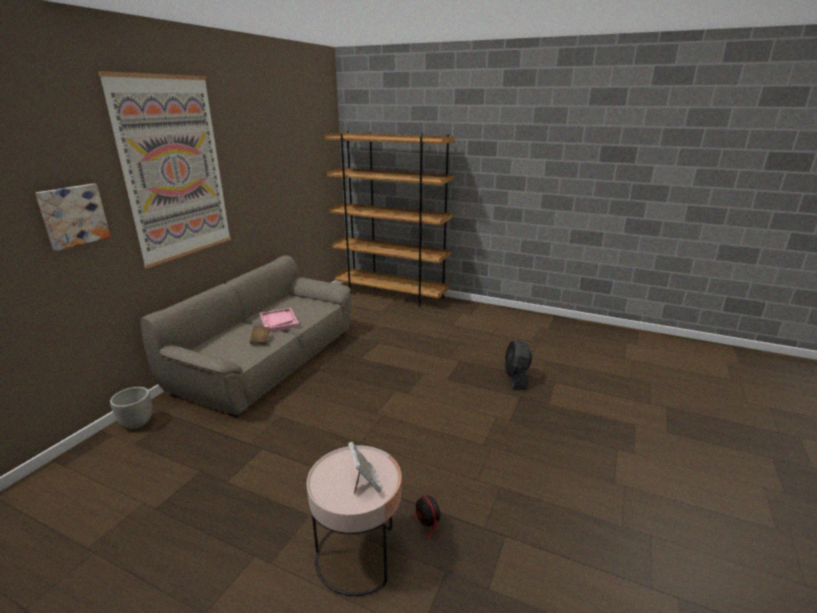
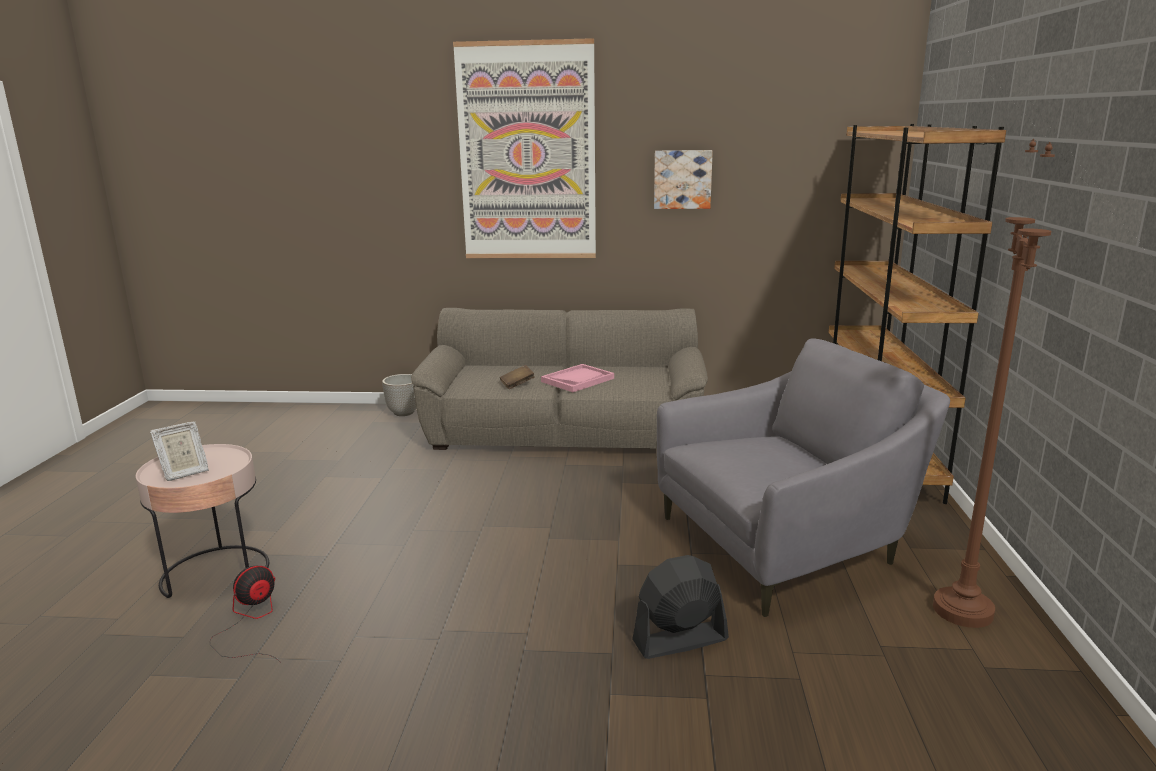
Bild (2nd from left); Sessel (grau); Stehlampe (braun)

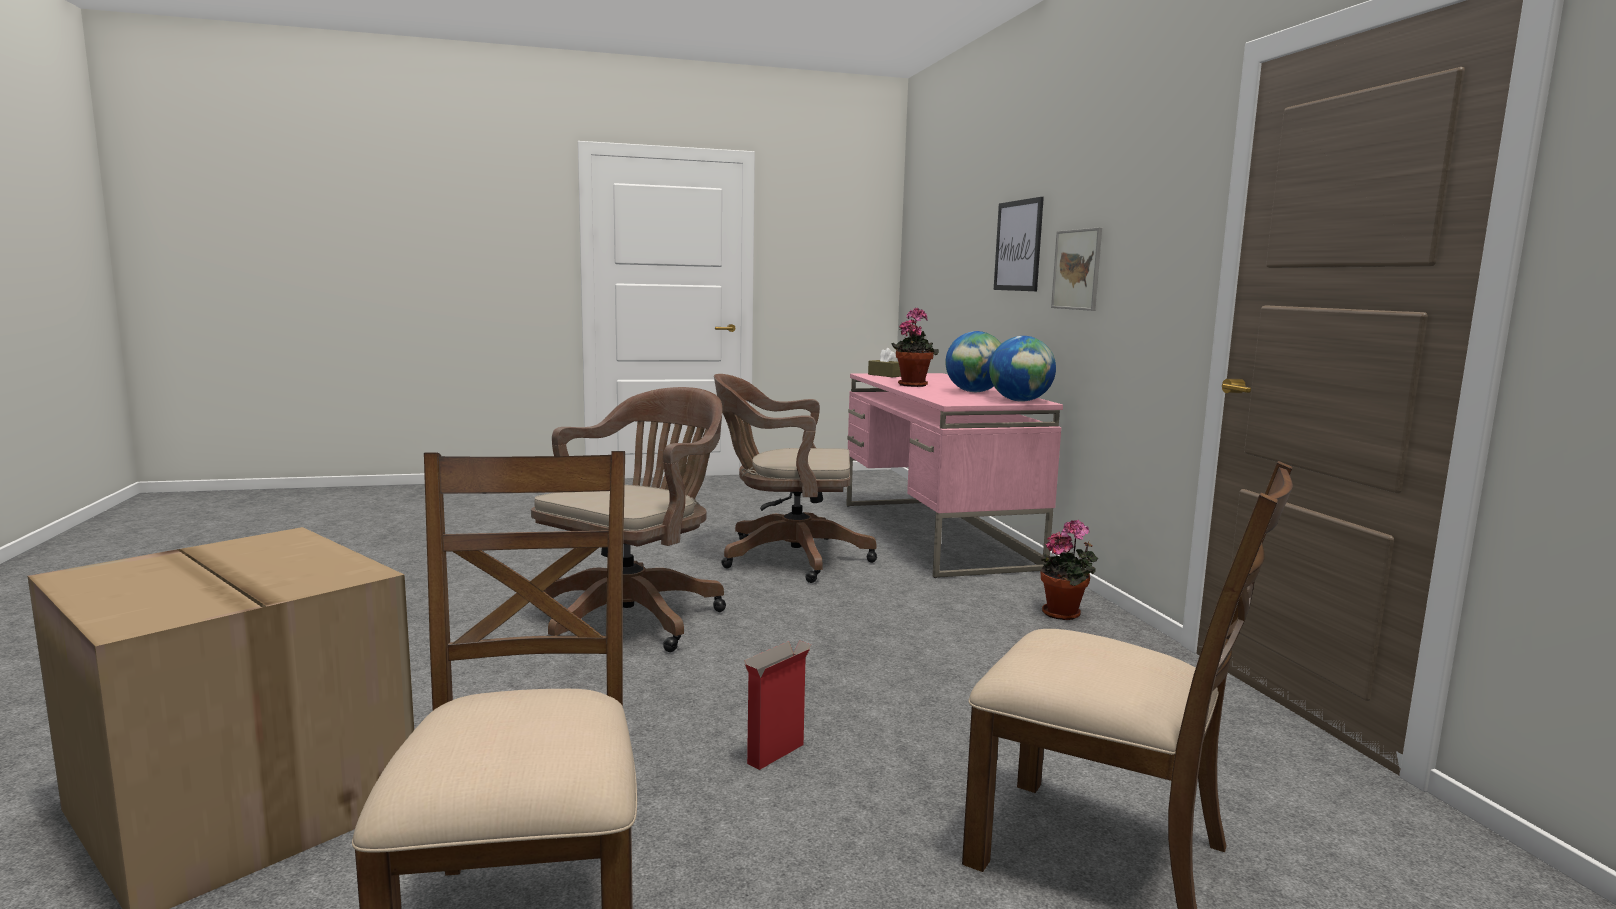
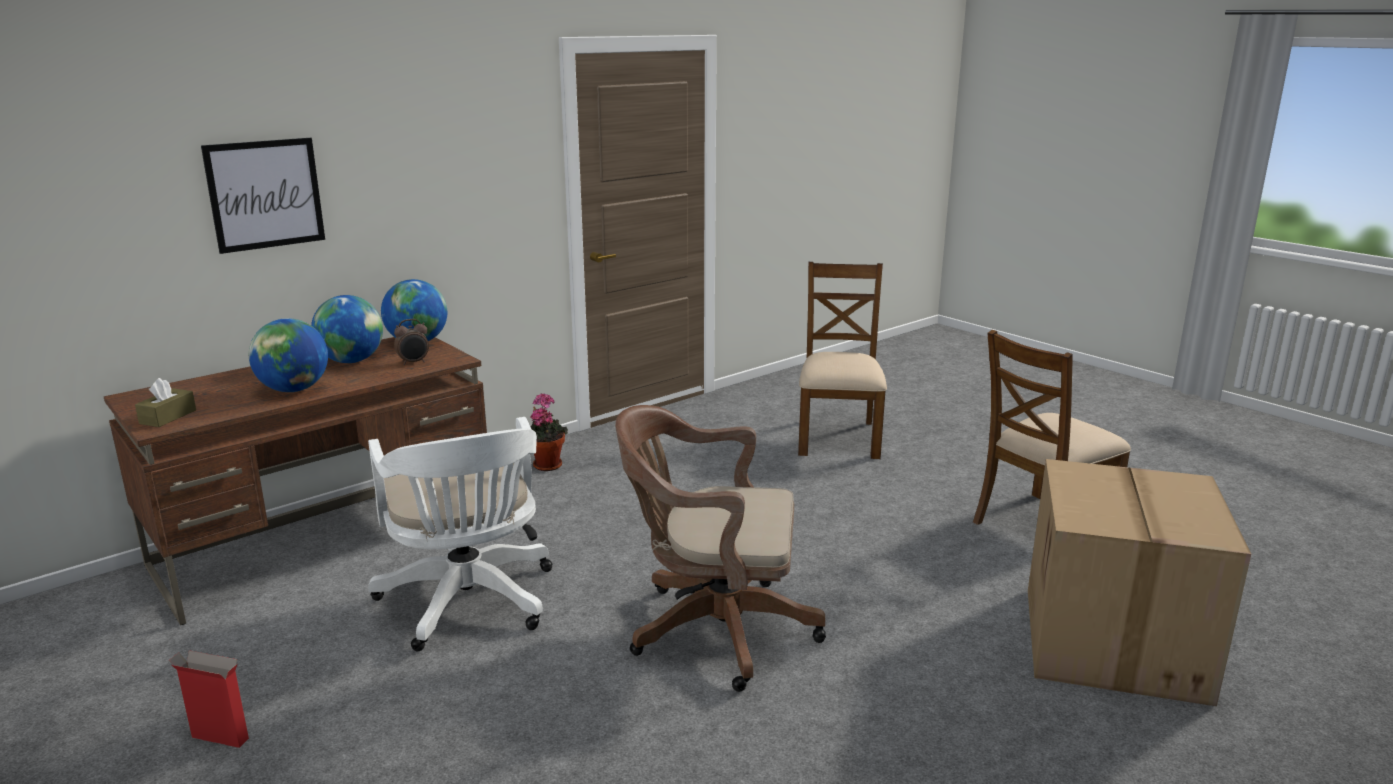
Bürostuhl (weiß); Karton (1st from left); Schreibtisch (braun); Globus (1st from left); Bild (2nd from left in the first image); Wecker

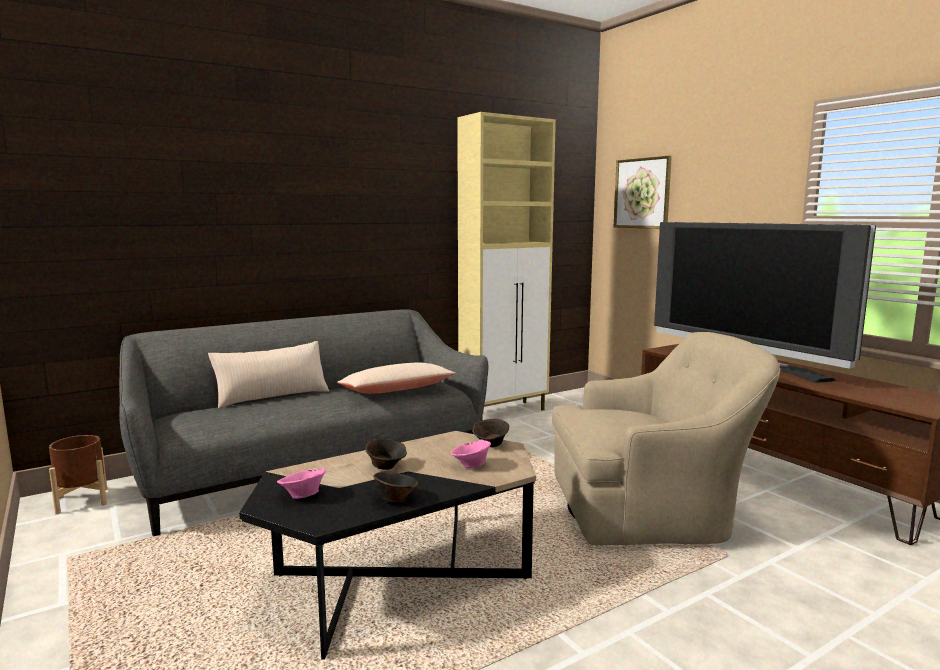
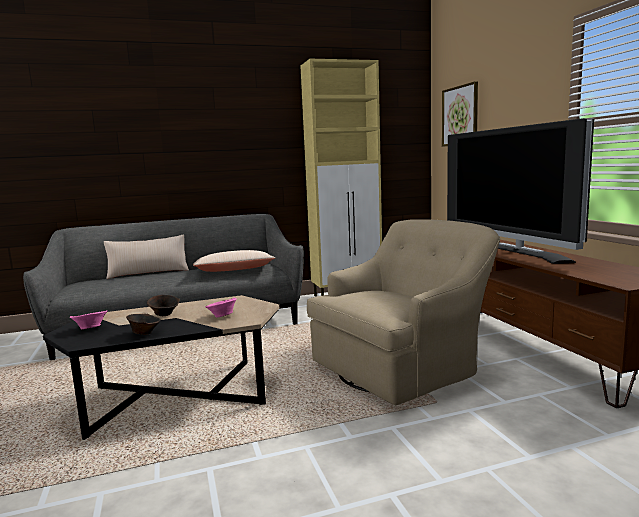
Pflanzkübel (braun); Schüssel (braun) (3rd from left in the first image); Sessel (beige)

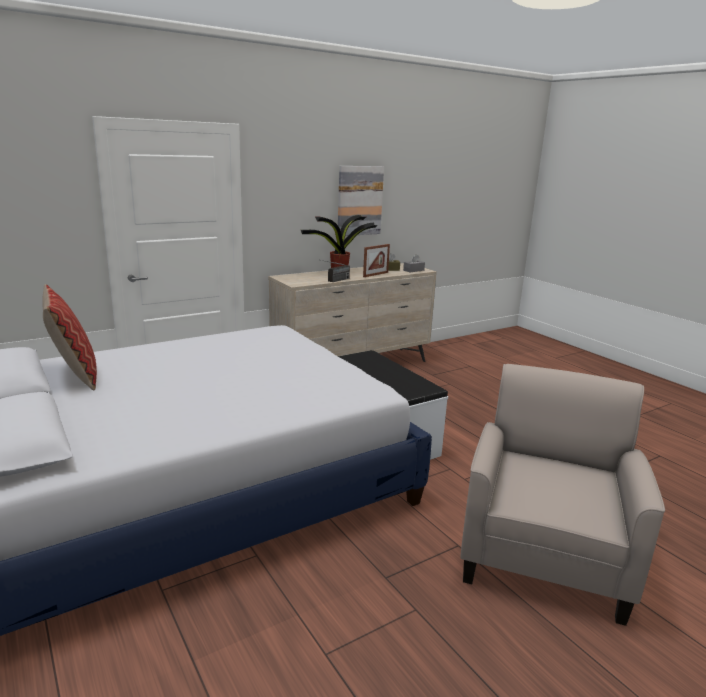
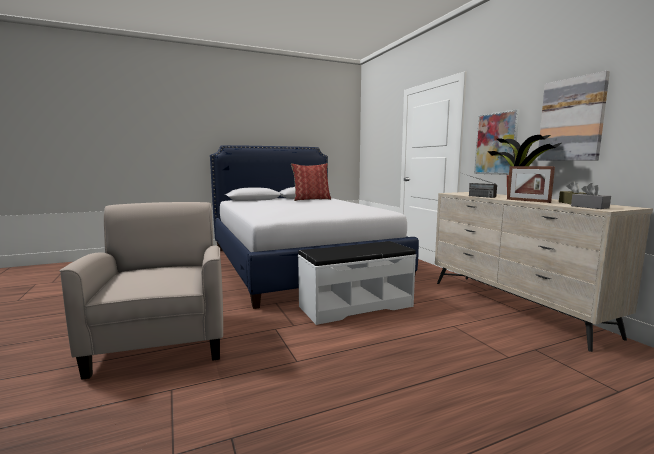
Sessel (beige); Bild (1st from left)

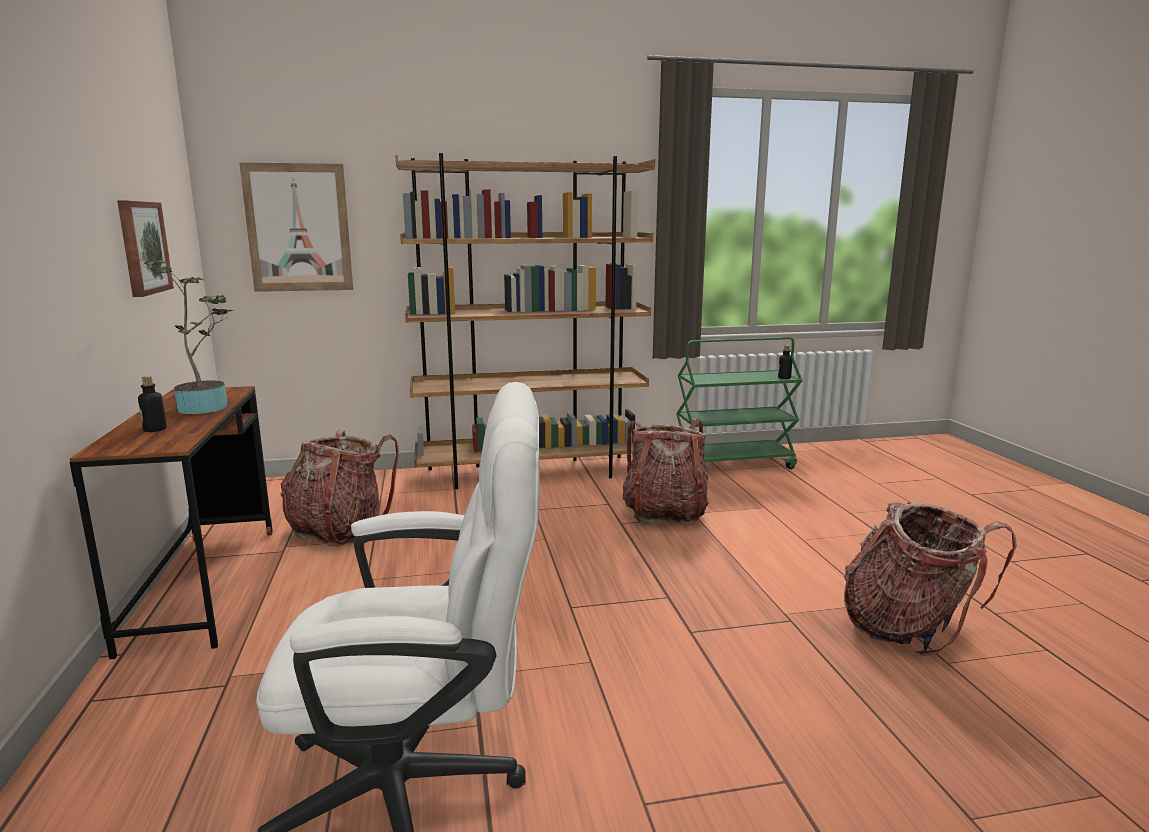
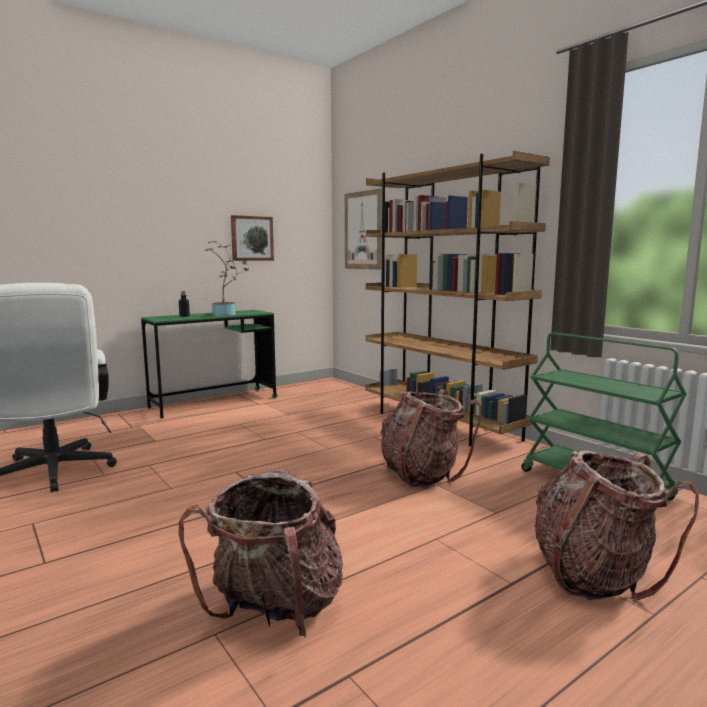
Schreibtisch (grün); Rucksack (3rd from left); Flasche (2nd from left in the first image)

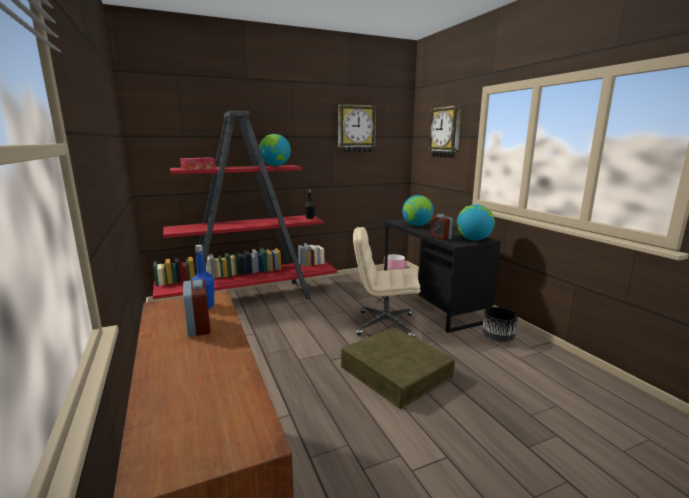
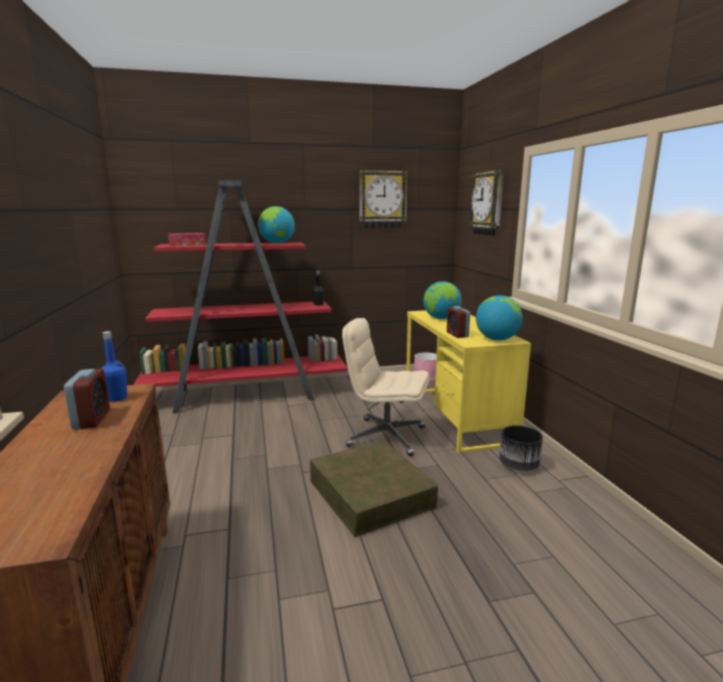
Schreibtisch (gelb)

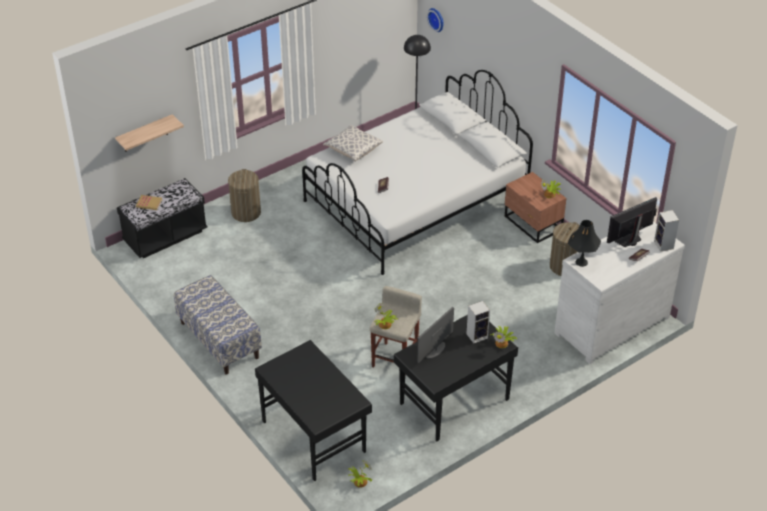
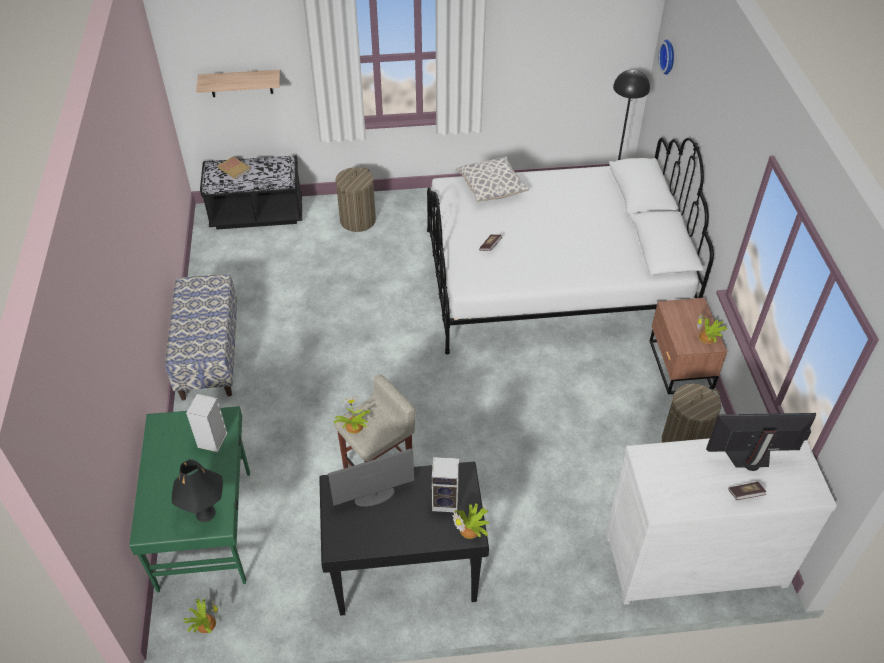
Schreibtisch (grün); Tischlampe (schwarz); Lautsprecher (1st from left)

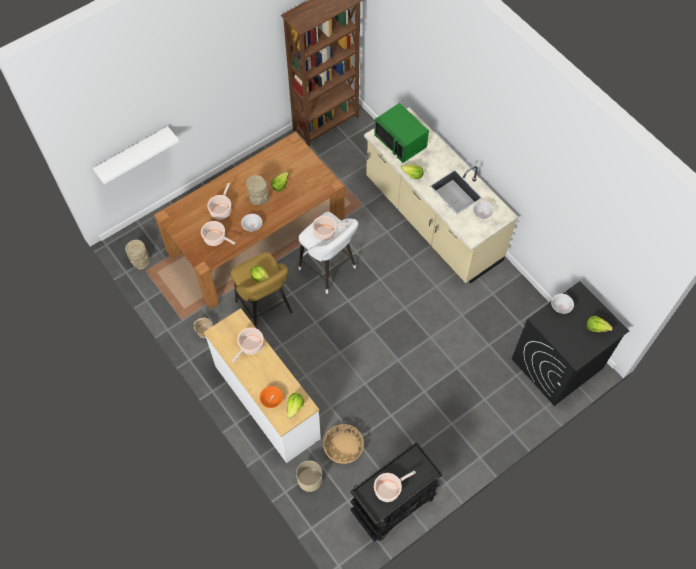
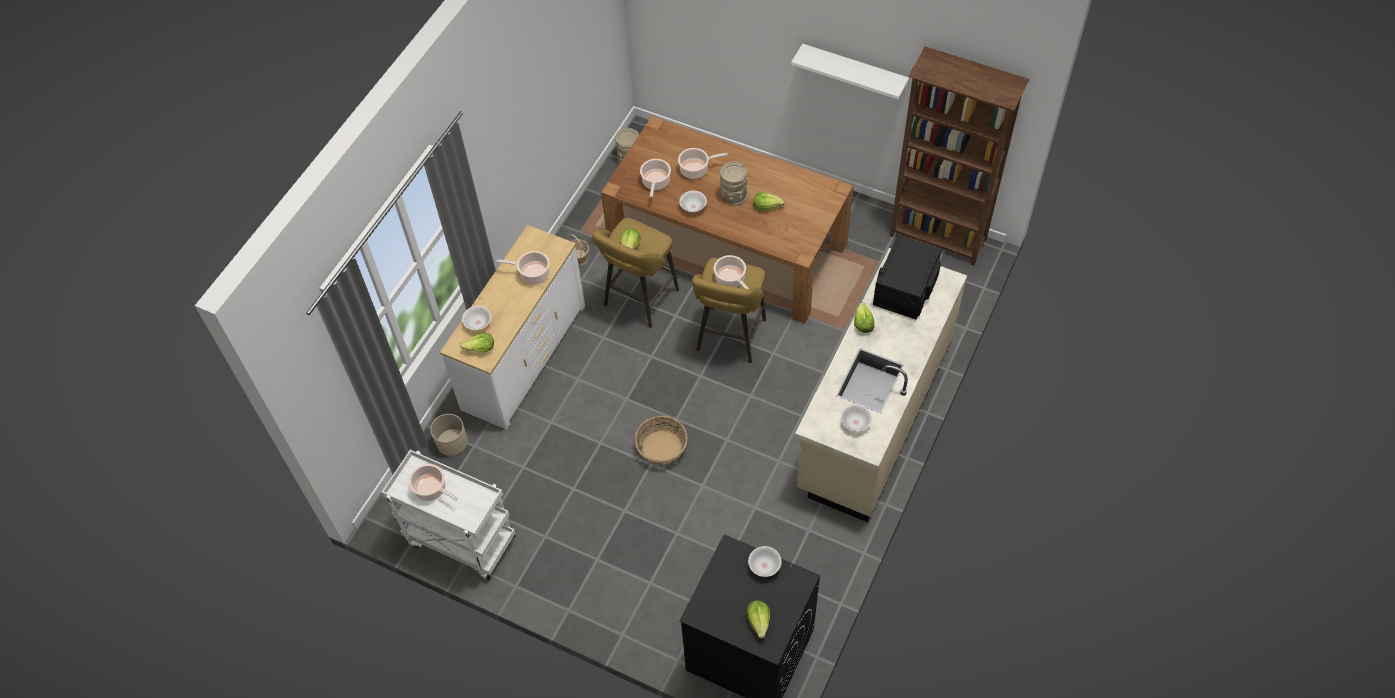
Wandregal (weiß); Schüssel (weiß) (1st from left); Hocker (gelb) (2nd from left); Korb (2nd from left); Rollwagen (weiß); Mikrowelle (schwarz)

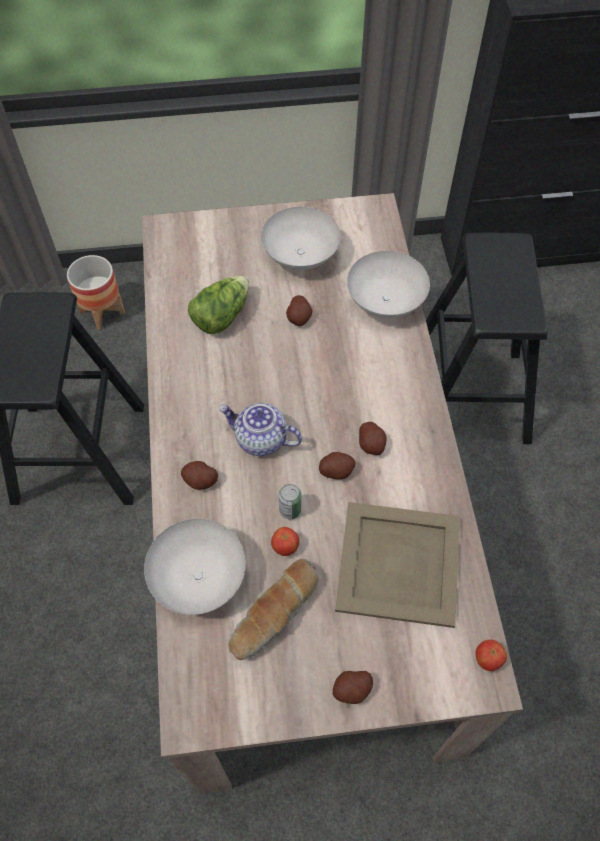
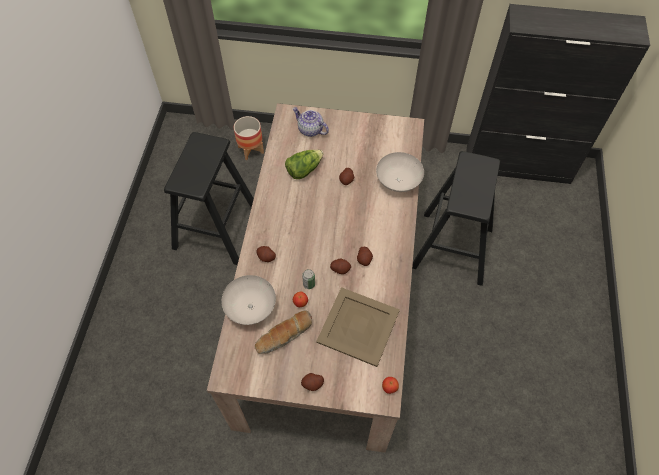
Teekanne; Schüssel (weiß) (2nd from left in the first image)

